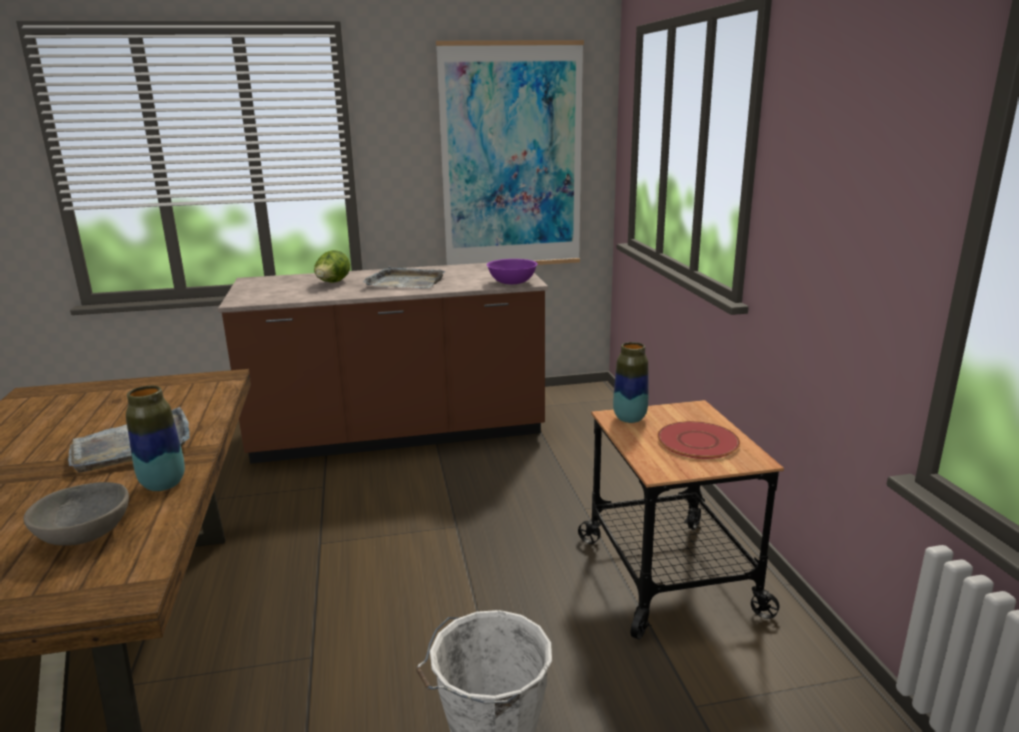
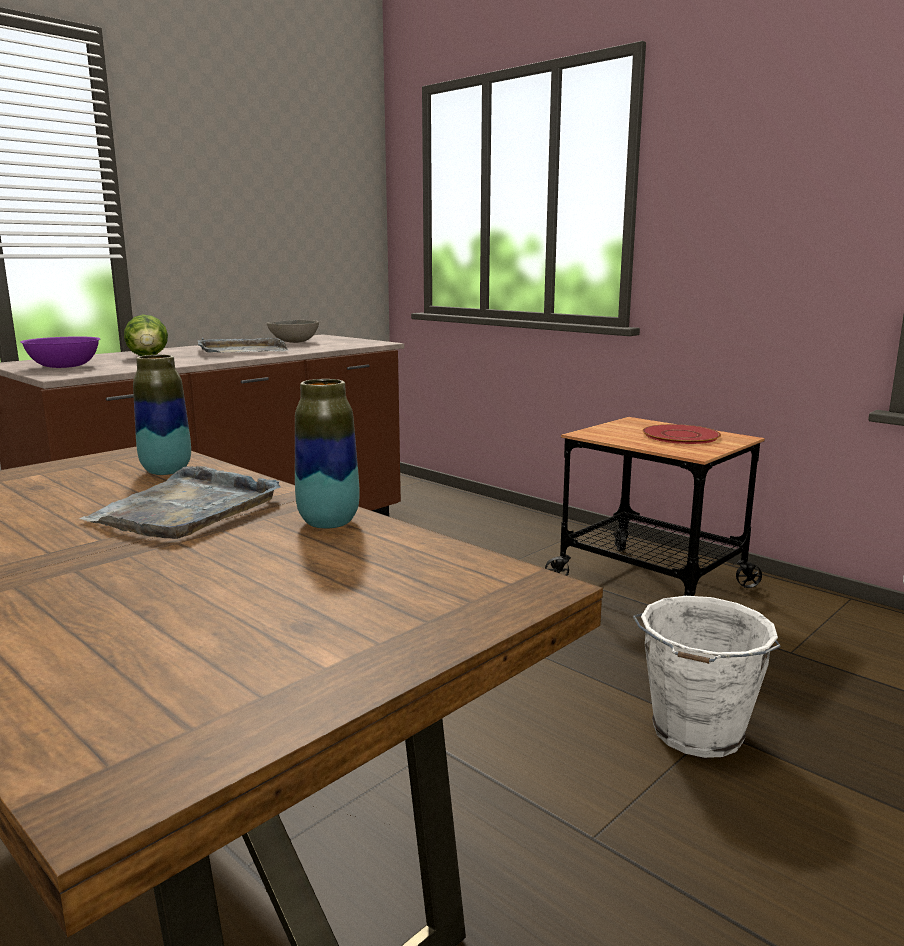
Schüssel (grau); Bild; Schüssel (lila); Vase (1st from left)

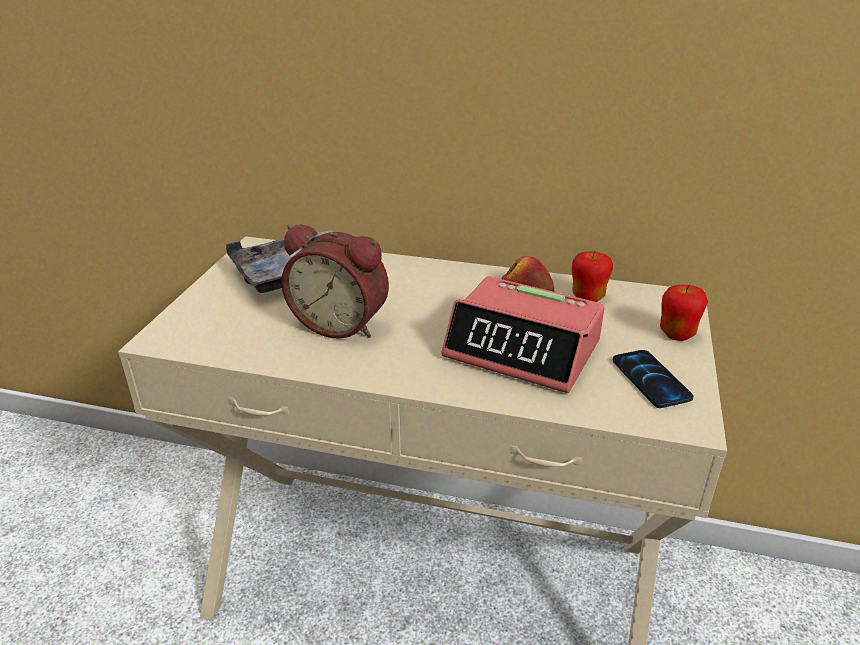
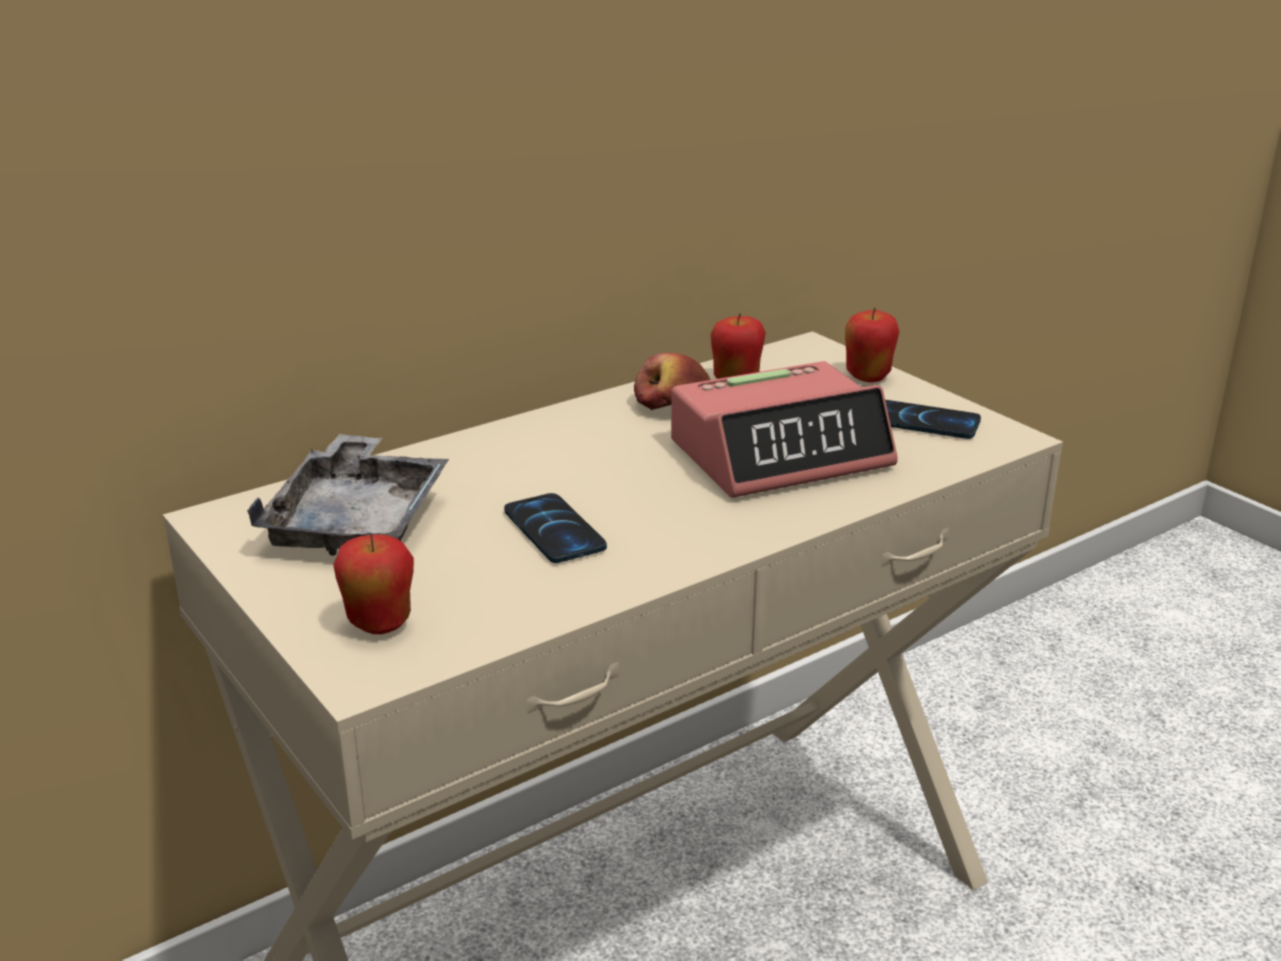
Handy (1st from left); Apfel (1st from left)

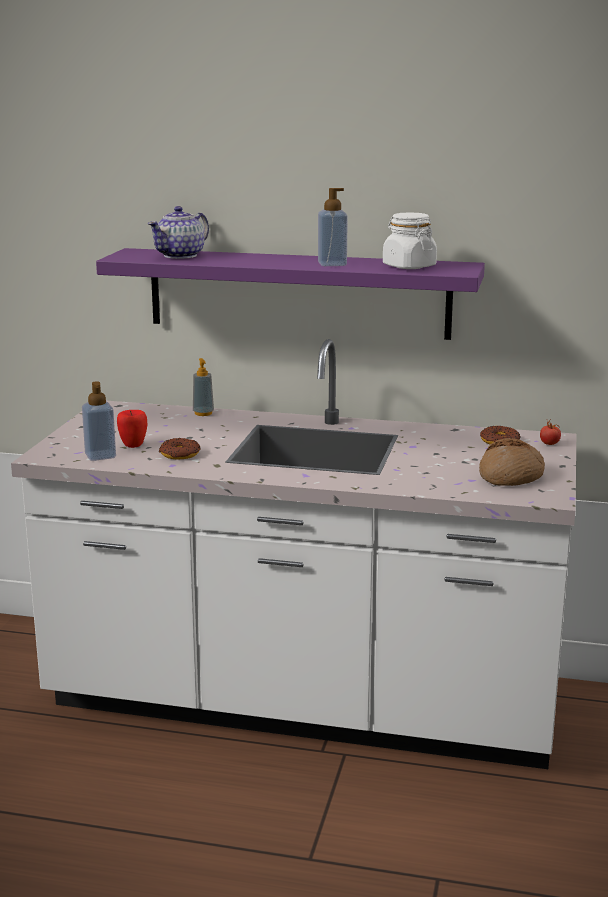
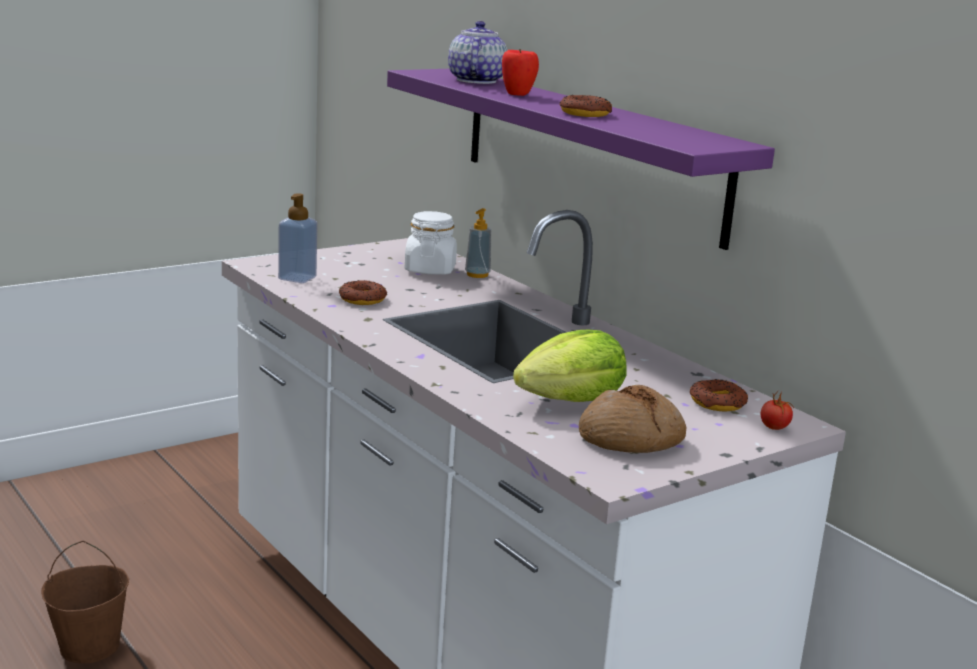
Apfel; Teekanne; Donut (2nd from left); Vorratsglas (weiß); Eimer (braun); Salatkopf

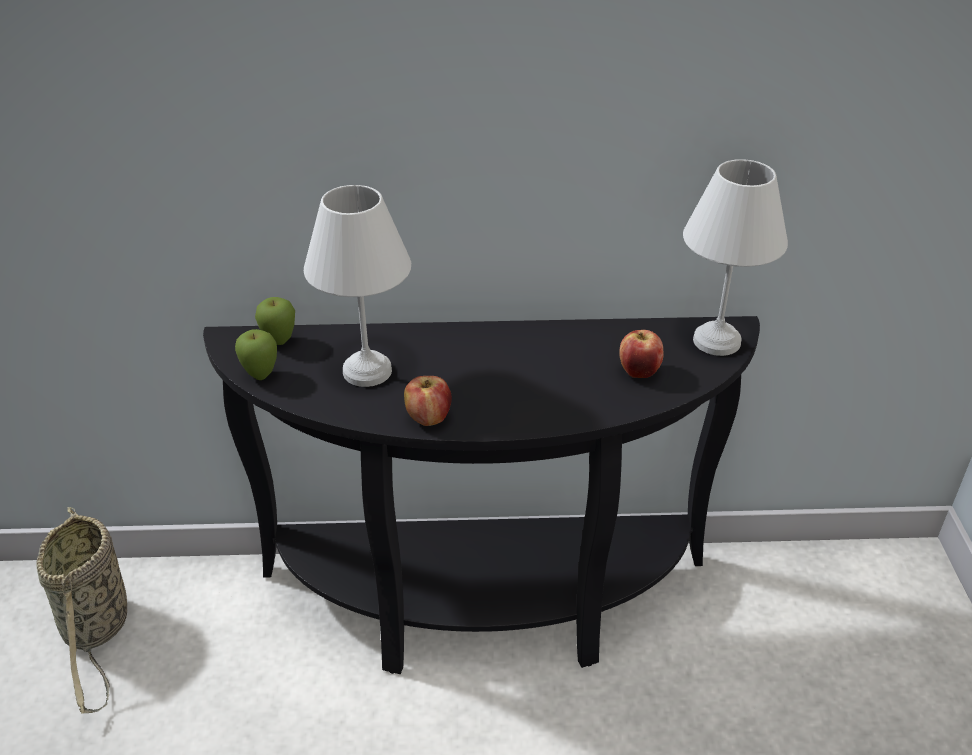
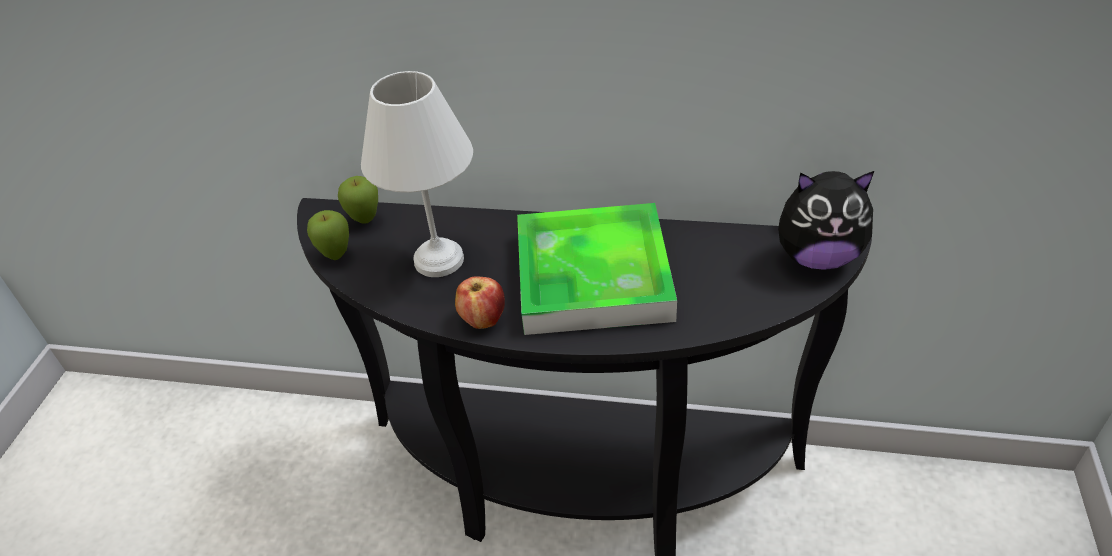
Korb; Apfel (4th from left in the first image); Plüschtier; Tablett

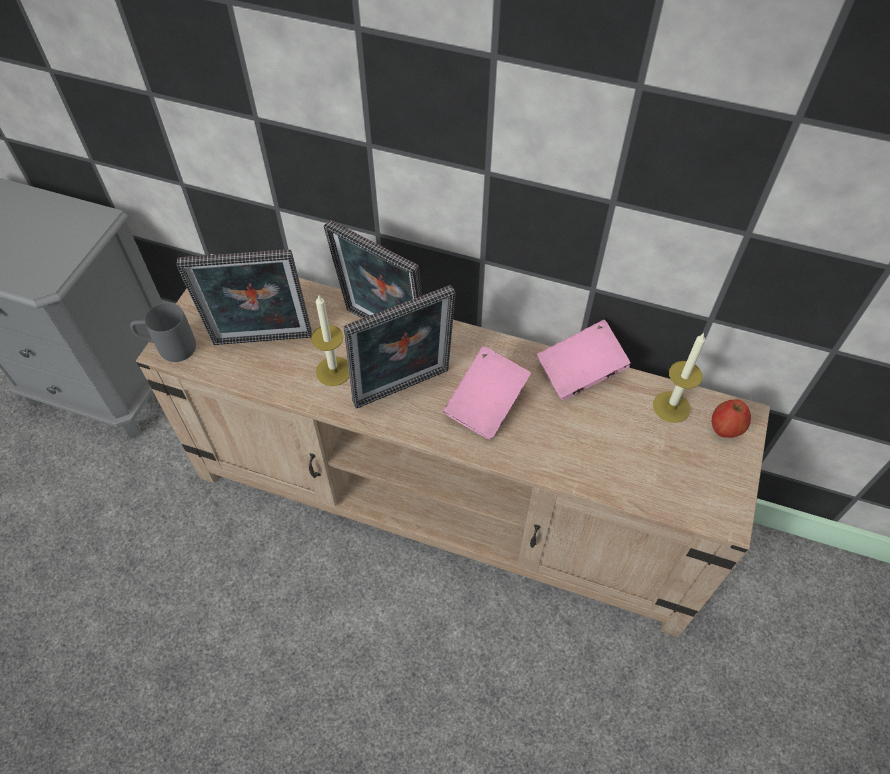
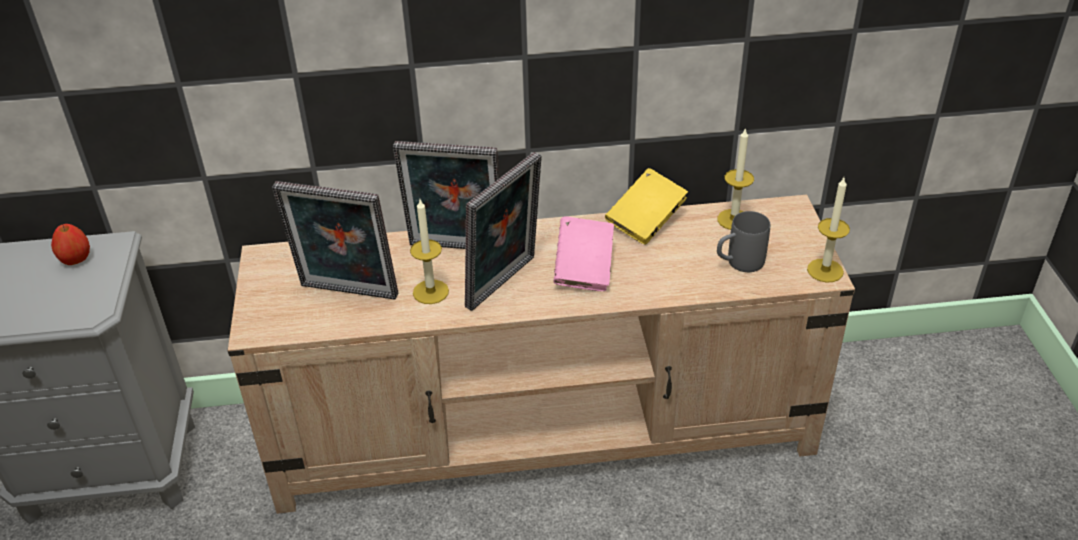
Henkelbecher (grau); Bilderrahmen (1st from left); Buch (gelb); Apfel; Kerze (3rd from left)

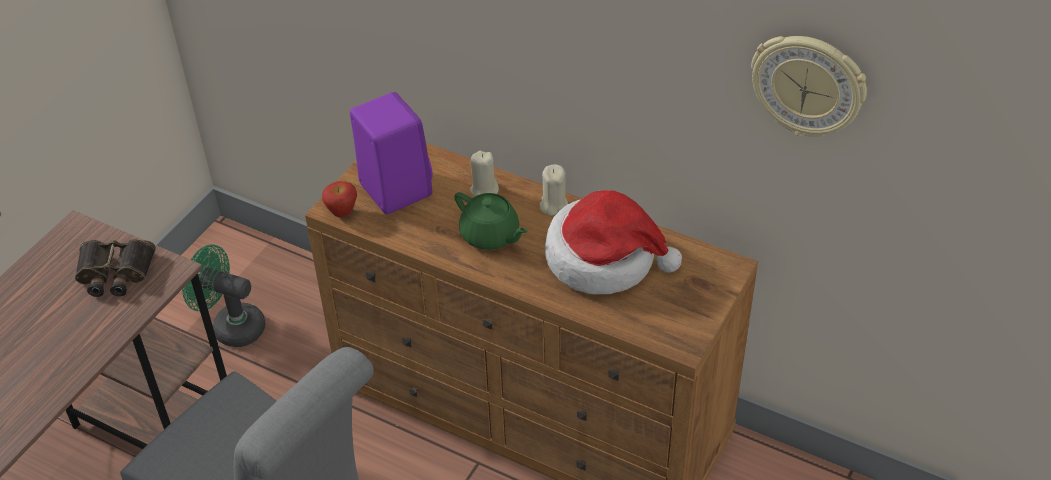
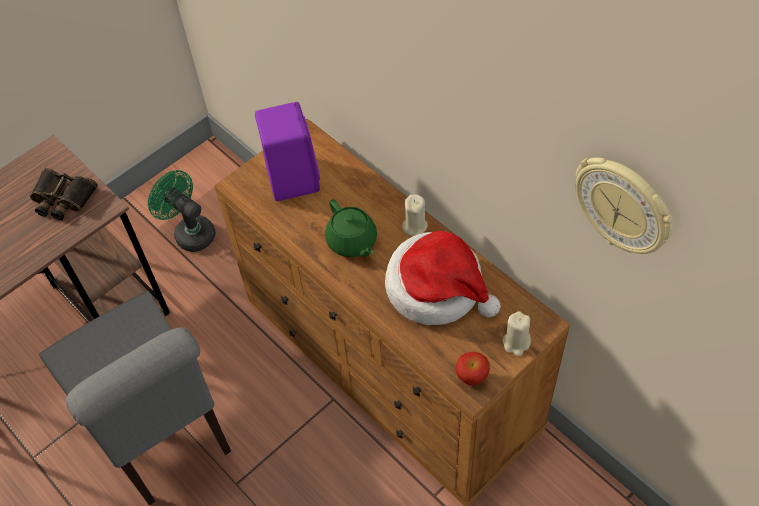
Apfel; Kerze (beige) (2nd from left)

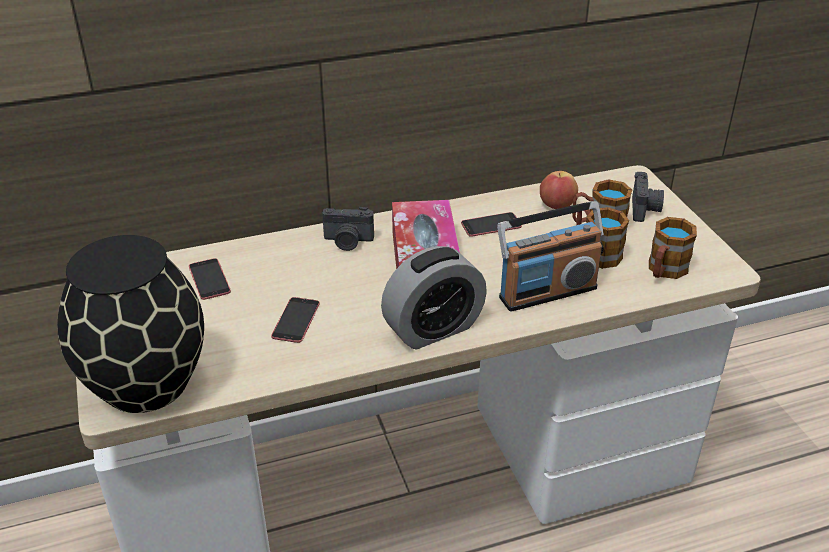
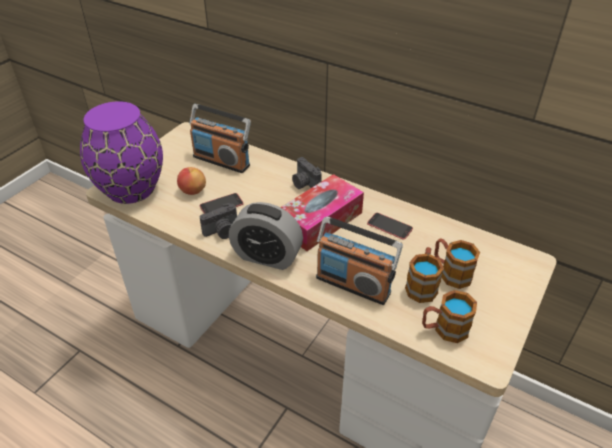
Vase (lila); Radio (1st from left); Apfel; Kamera (1st from left)

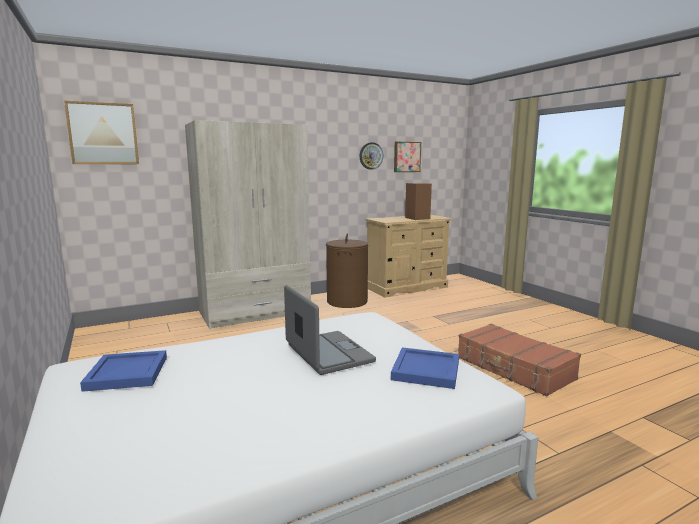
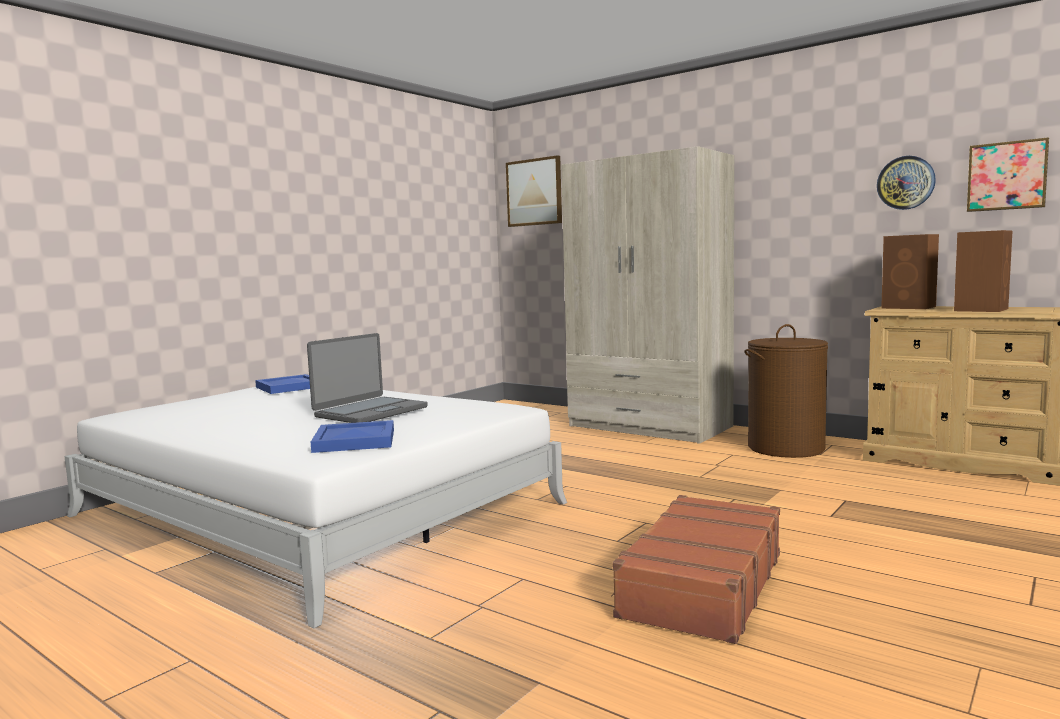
Lautsprecher (braun) (1st from left)

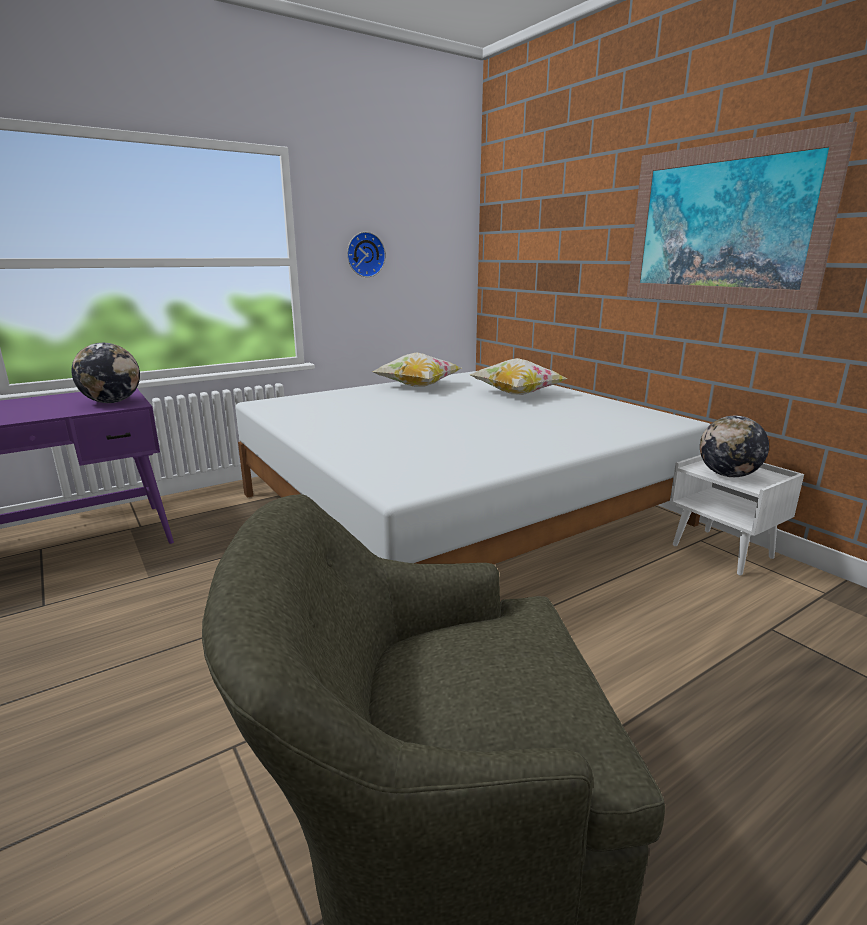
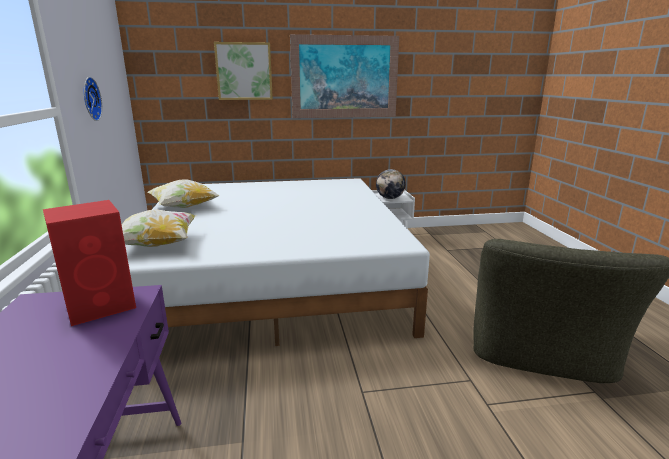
Lautsprecher (rot); Kissen (1st from left); Bild (1st from left)

